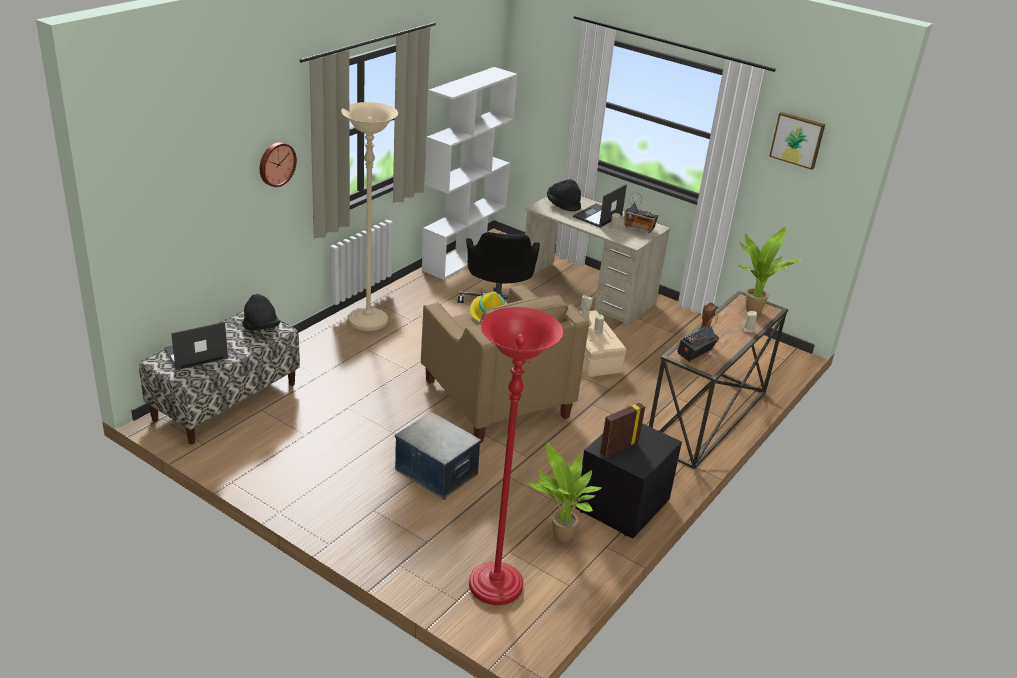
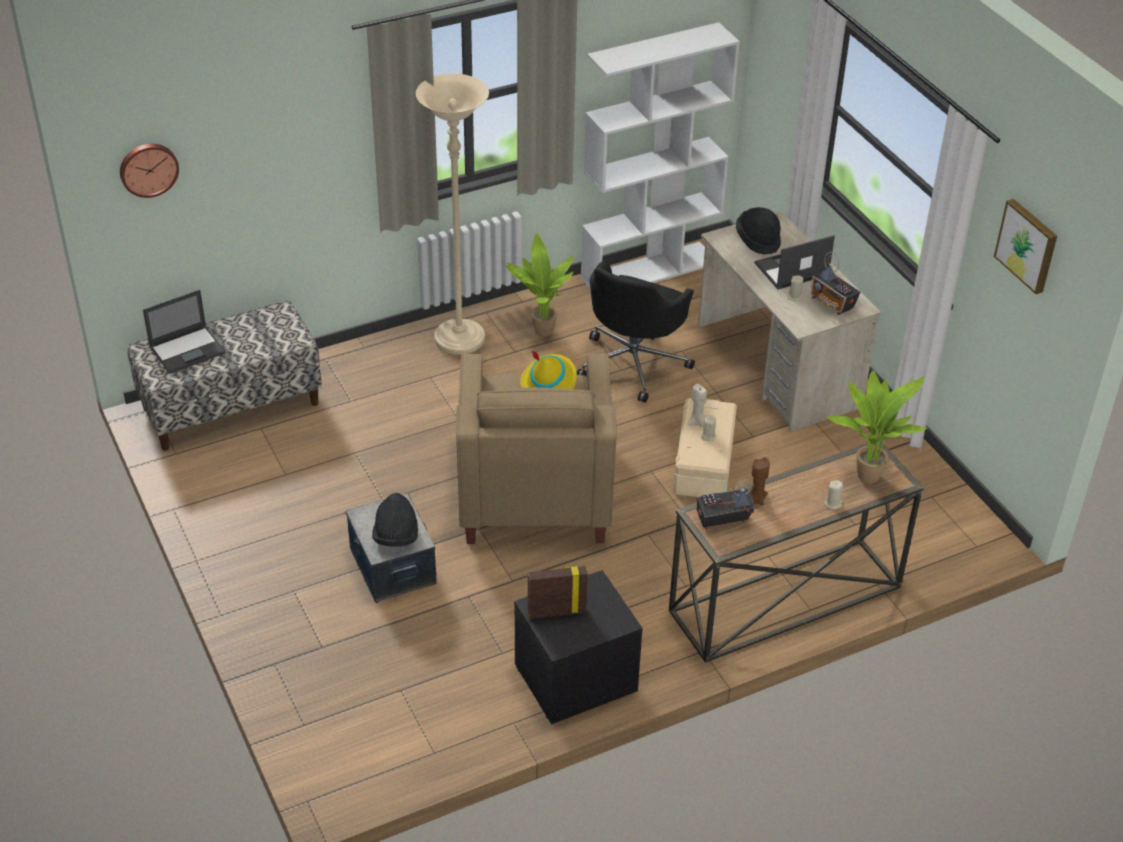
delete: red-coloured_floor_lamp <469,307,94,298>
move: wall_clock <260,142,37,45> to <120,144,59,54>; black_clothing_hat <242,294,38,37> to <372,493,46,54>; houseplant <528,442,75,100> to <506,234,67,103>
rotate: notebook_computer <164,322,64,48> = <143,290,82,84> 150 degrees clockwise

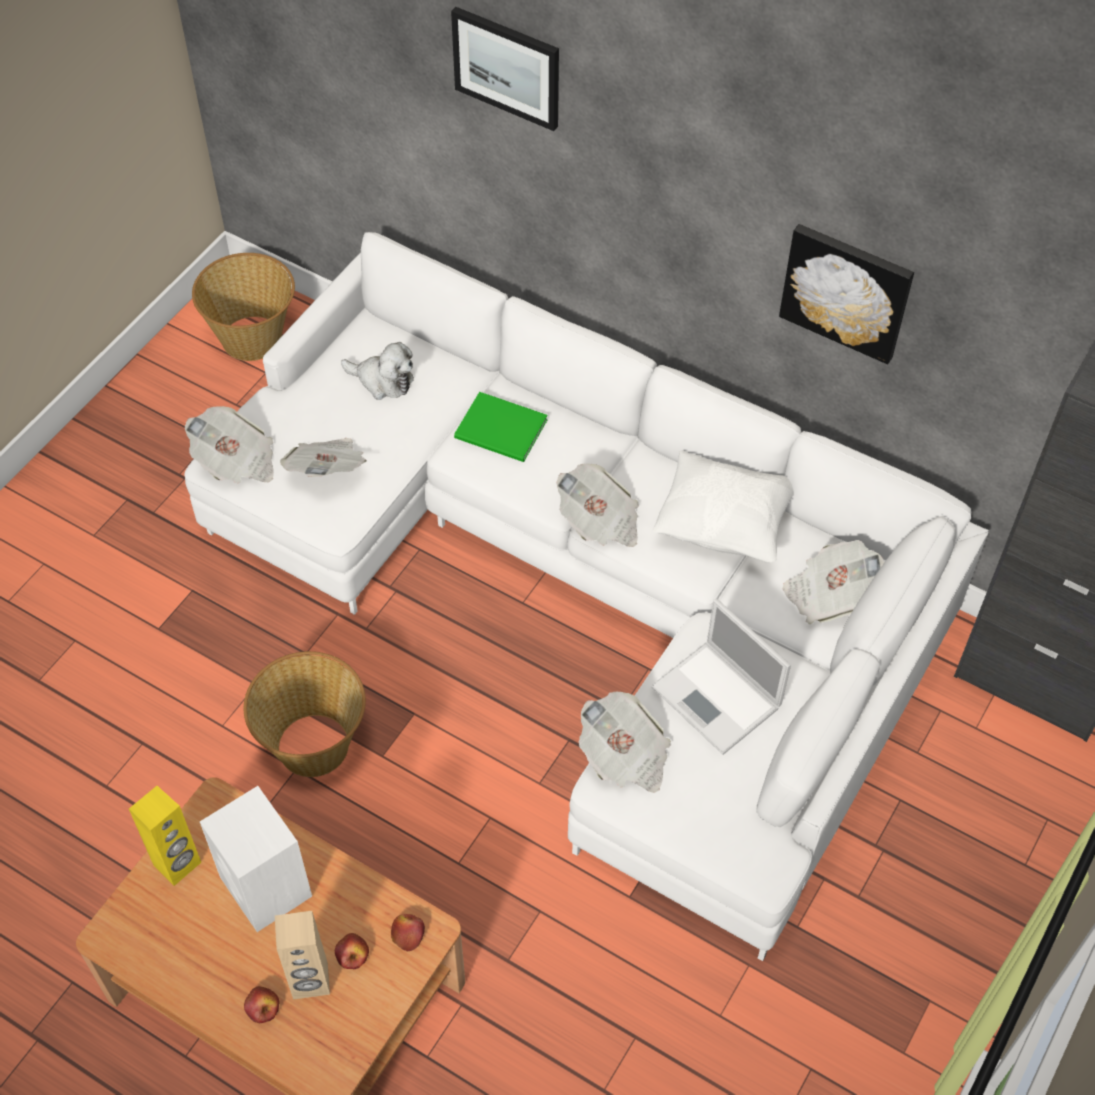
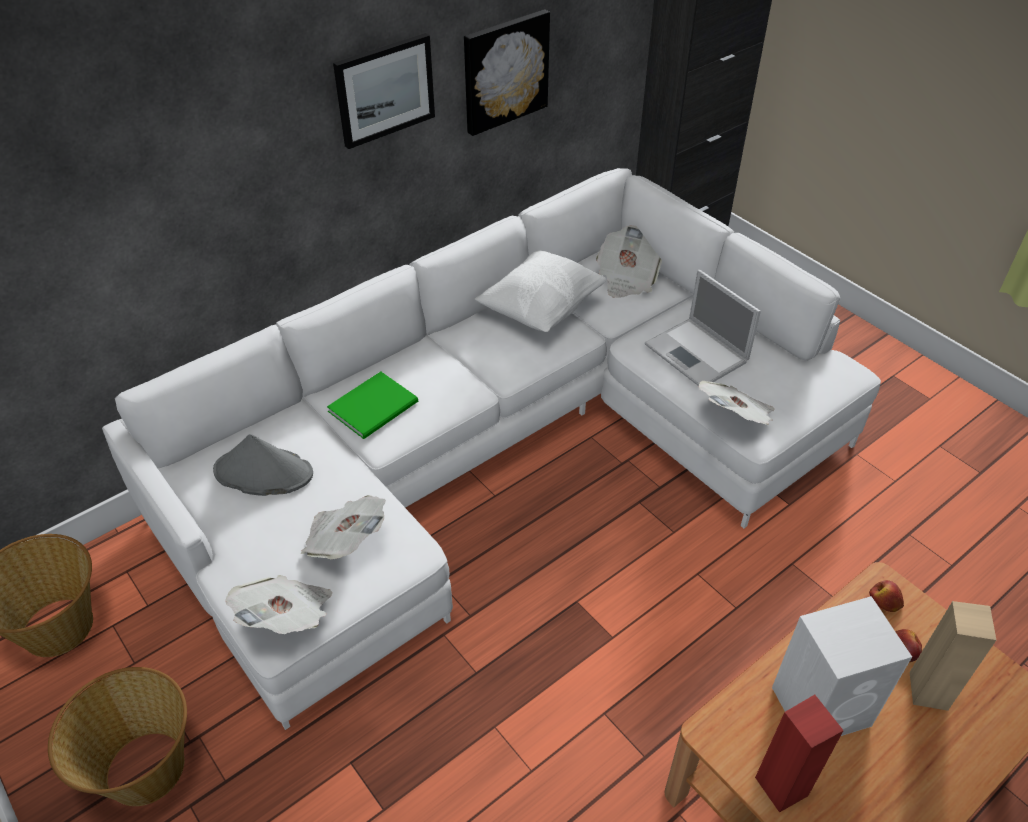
delete: whole_apple <244,986,35,37>; newspaper <556,464,83,83>
move: storage_basket <244,651,122,126> to <48,667,139,139>; wall_picture <451,7,108,124> to <333,33,102,116>
replace: cuddly_toy <341,342,73,58> to grey_clothing_hat <213,434,100,62>
recolor: yellow-coloured_speaker <129,786,72,100> to red-coloured_speaker <755,695,89,118>
rotate: notebook_computer <651,598,140,157> = <645,270,116,116> 75 degrees clockwise

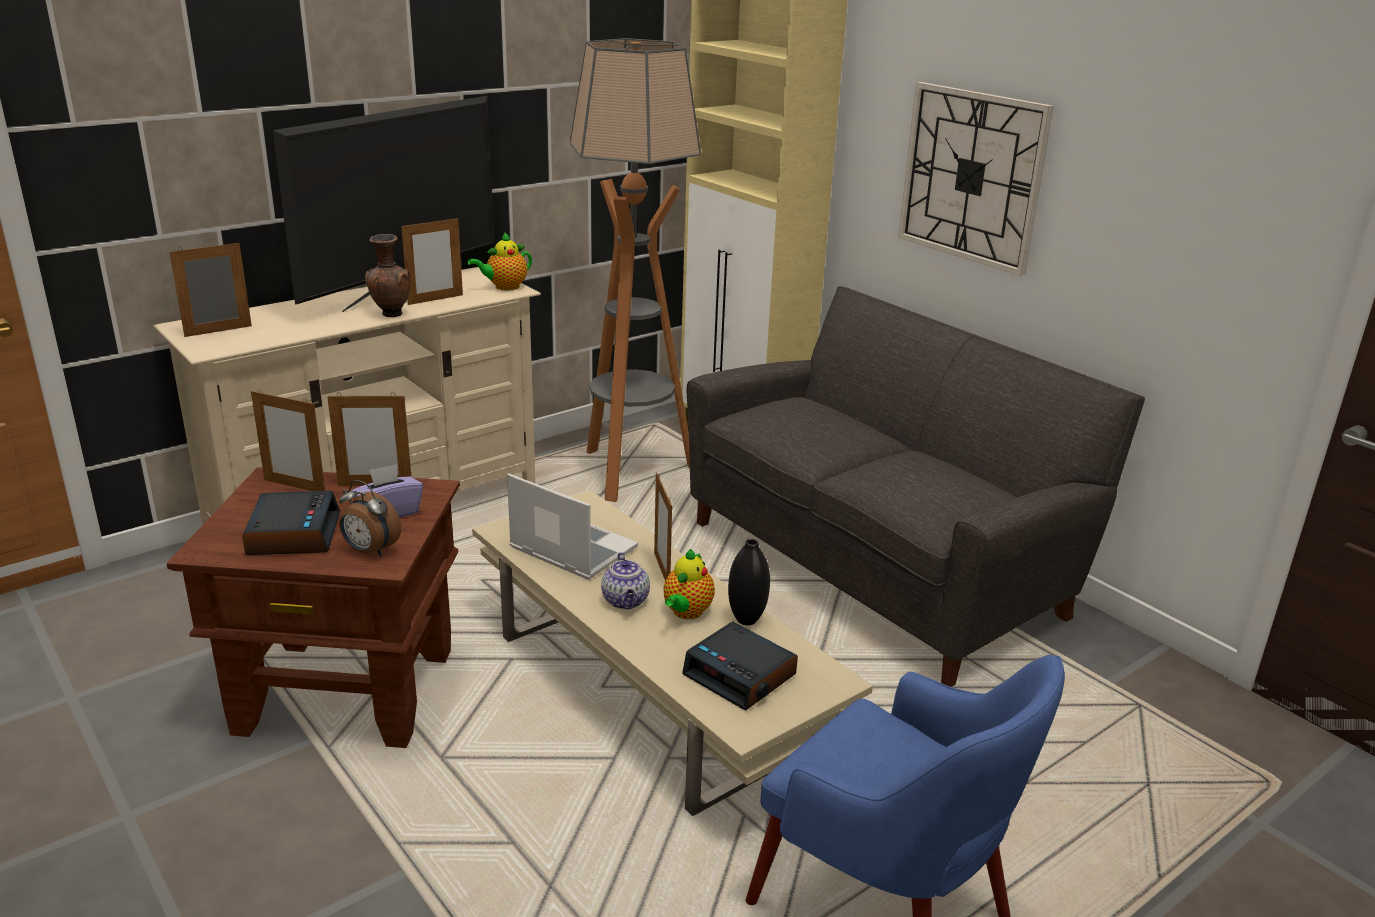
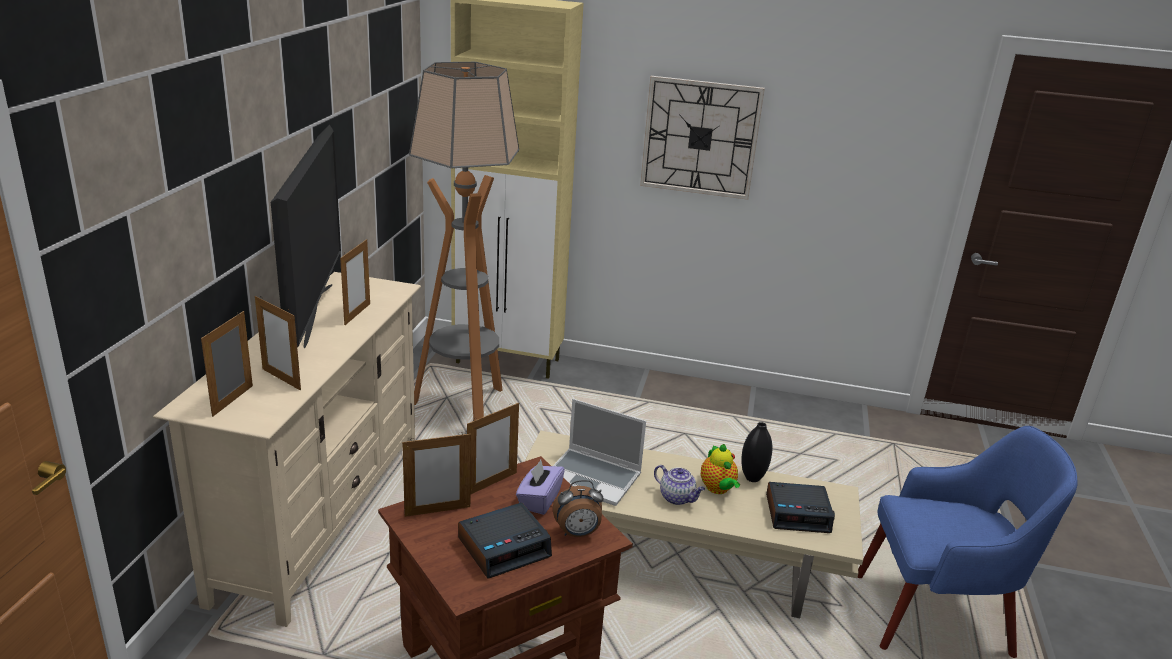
delete: brownish_decorative_vase <365,234,46,83>; tea_pot <468,232,64,58>; grey_sofa <687,286,458,401>
move: standing_frame <654,472,18,109> to <255,296,46,94>
rotate: alarm_clock <242,491,98,64> = <458,502,94,77> 105 degrees clockwise; notebook_computer <507,473,131,107> = <553,399,93,107> 150 degrees counterclockwise

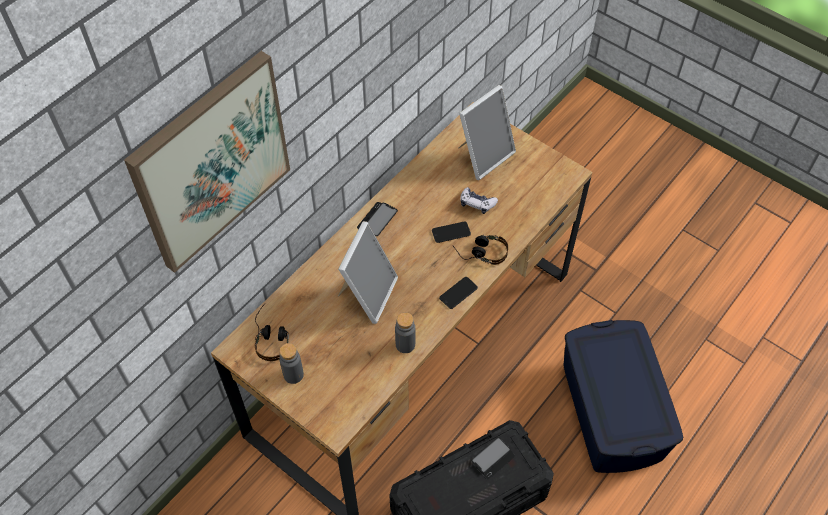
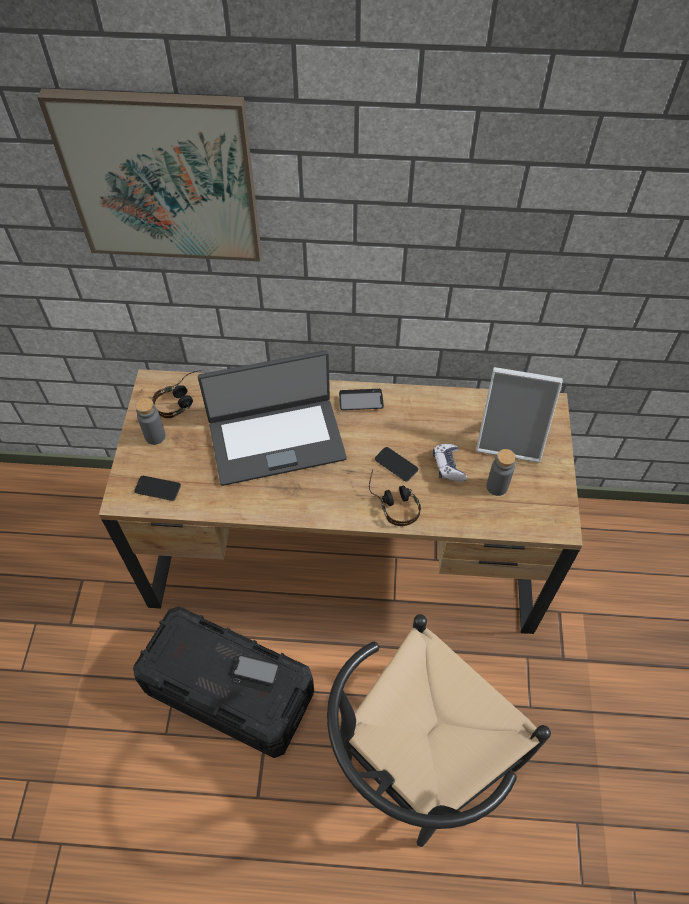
move: handset <439,277,39,32> to <134,476,47,25>; grey_bottle <395,312,21,41> to <486,449,30,47>
replace: standing_frame <338,221,60,103> to notebook_computer <198,351,149,135>; blue_storage_bin <563,320,120,153> to black_chair <327,614,224,233>

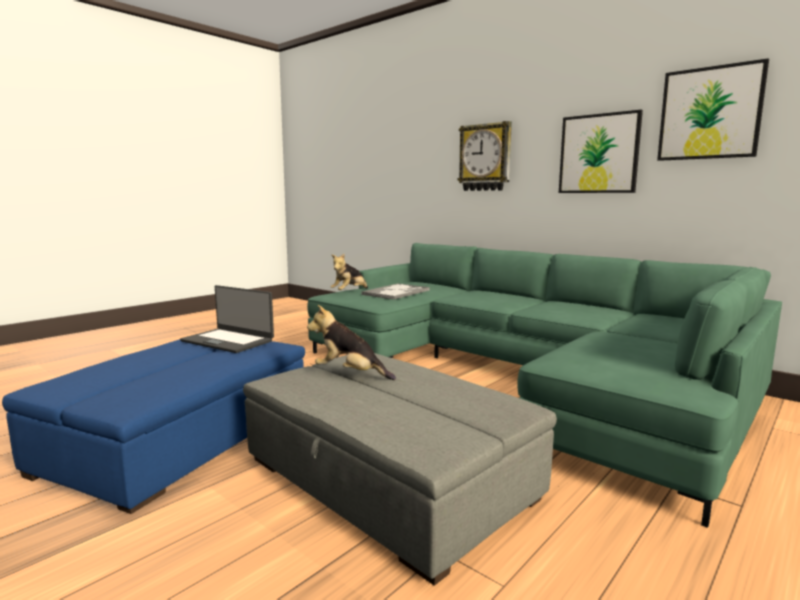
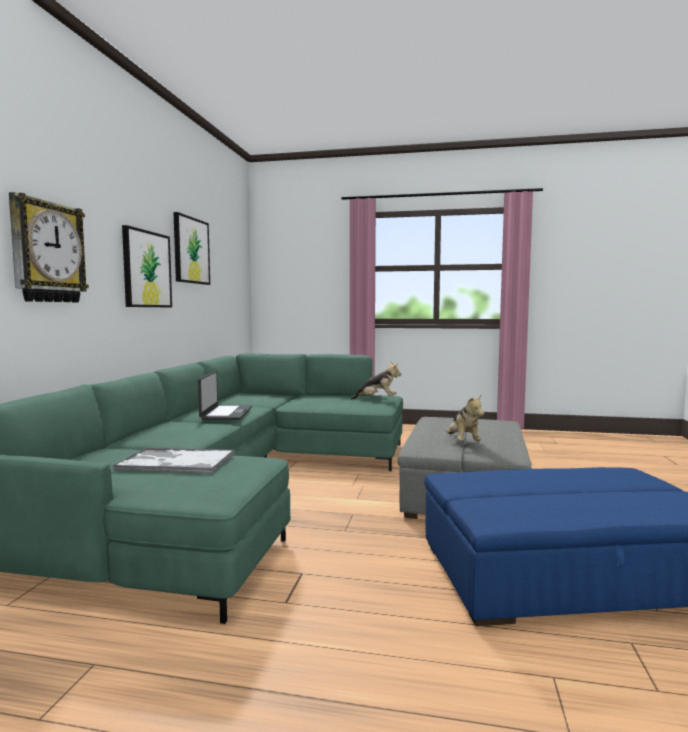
move: notebook_computer <180,285,94,68> to <198,371,54,49>; cuddly_toy <330,254,38,36> to <351,361,50,39>

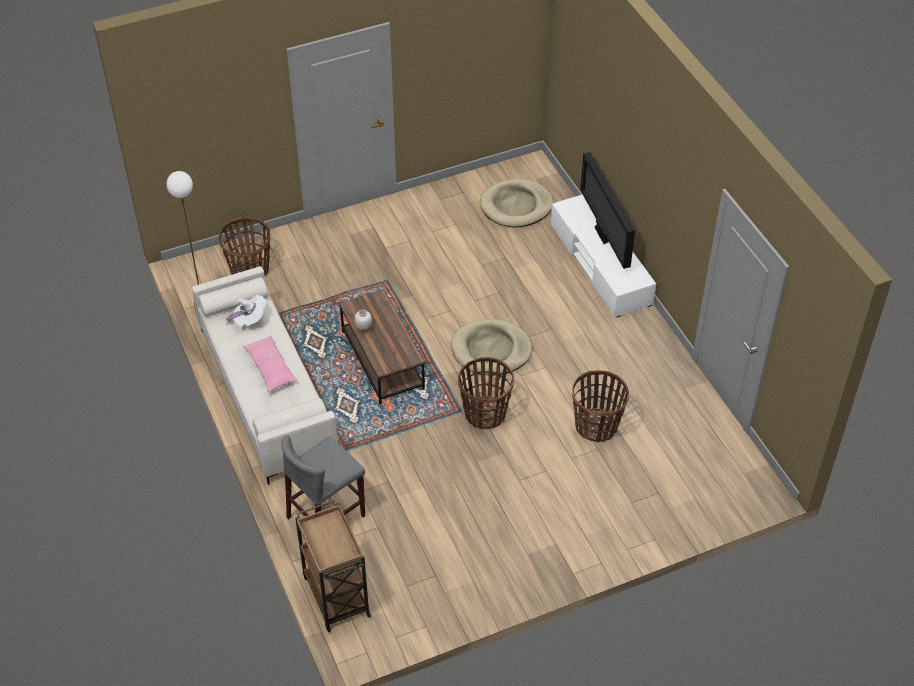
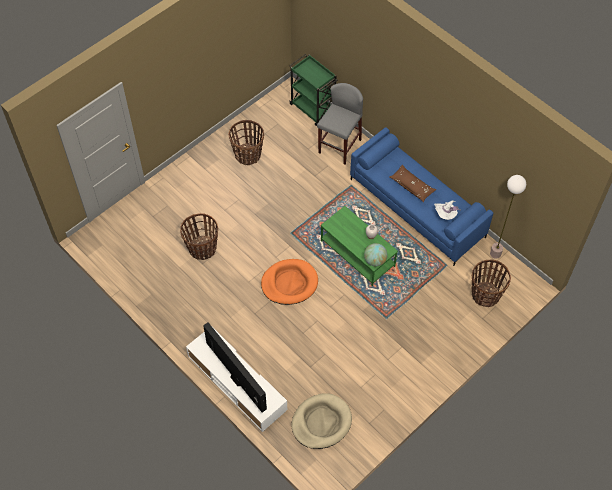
insert: world_globe <364,243,23,24>
move: storage_basket <458,357,56,72> to <229,120,35,45>
recolor: beige-coloured_pet_bed <451,319,81,57> to orangey_pet_bed <261,259,57,46>; brownish_cart <295,500,76,132> to green-coloured_cart <289,54,49,72>; brownish_coffee_table <339,289,86,115> to green-coloured_coffee_table <321,206,77,80>; whitish_sofa <192,266,146,219> to blue_sofa <350,127,143,139>; pink-coloured_cushion <243,335,55,58> to brownish_cushion <389,165,47,37>

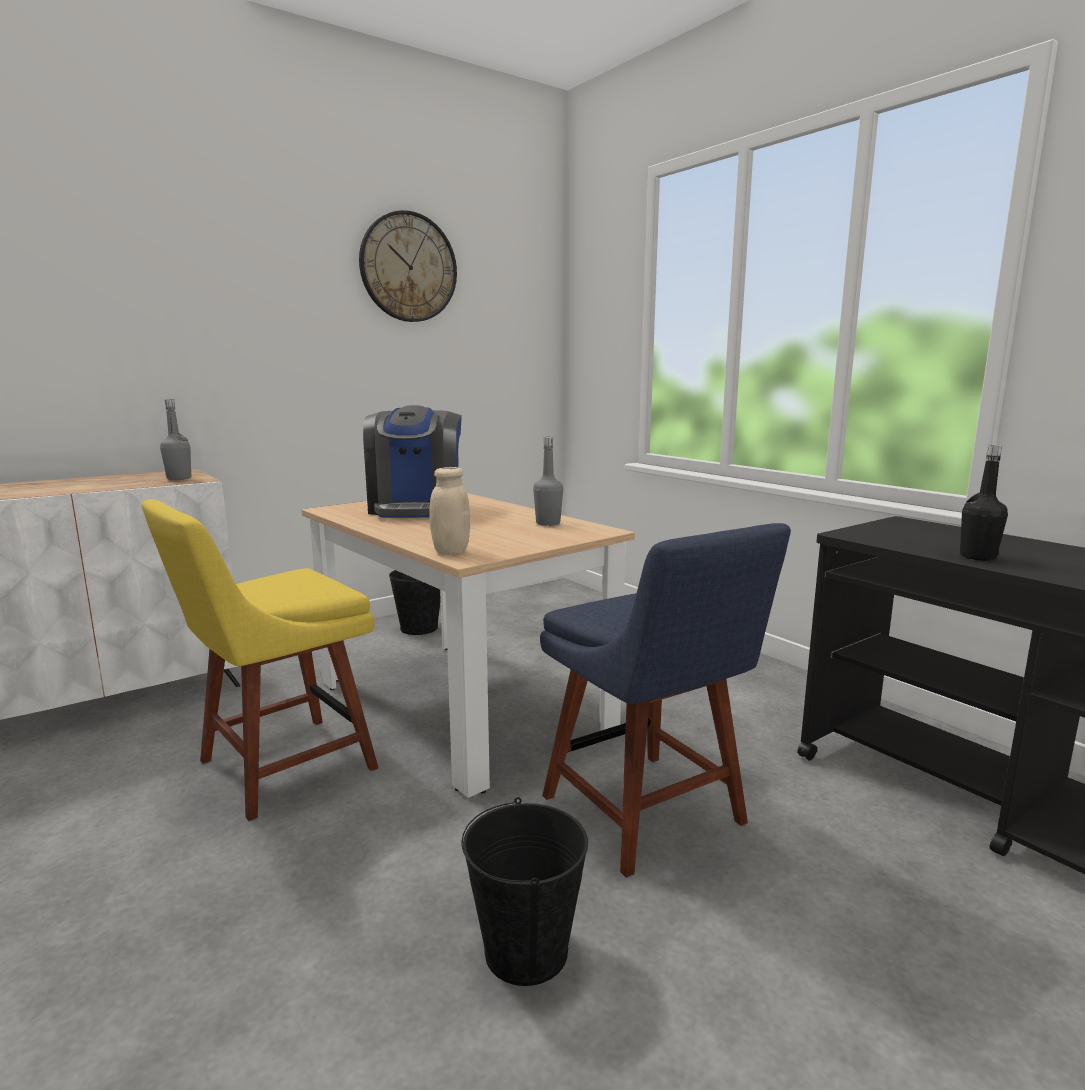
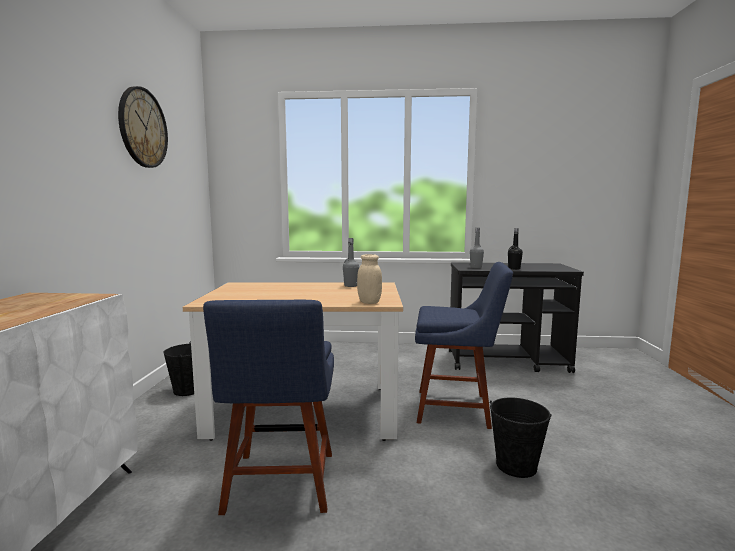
delete: coffee_machine <363,405,99,113>
move: grey_bottle <160,399,31,81> to <470,228,14,40>
recolor: yellow-coloured_chair <142,499,236,322> to blue_chair <203,300,131,215>

